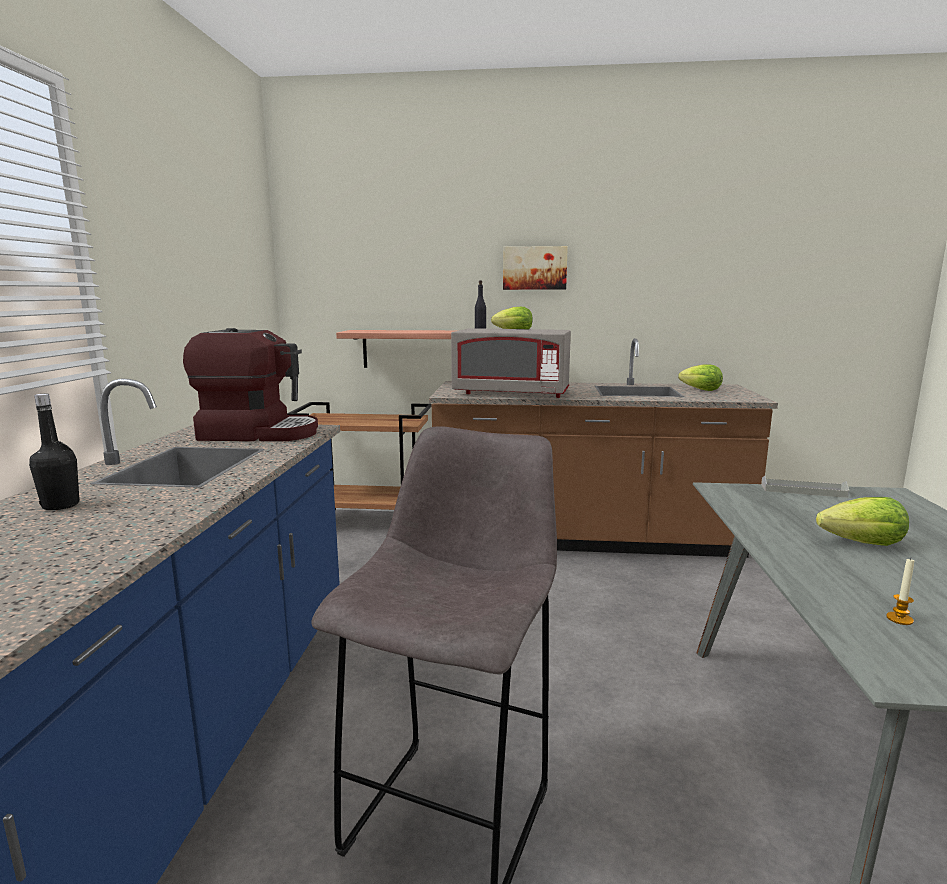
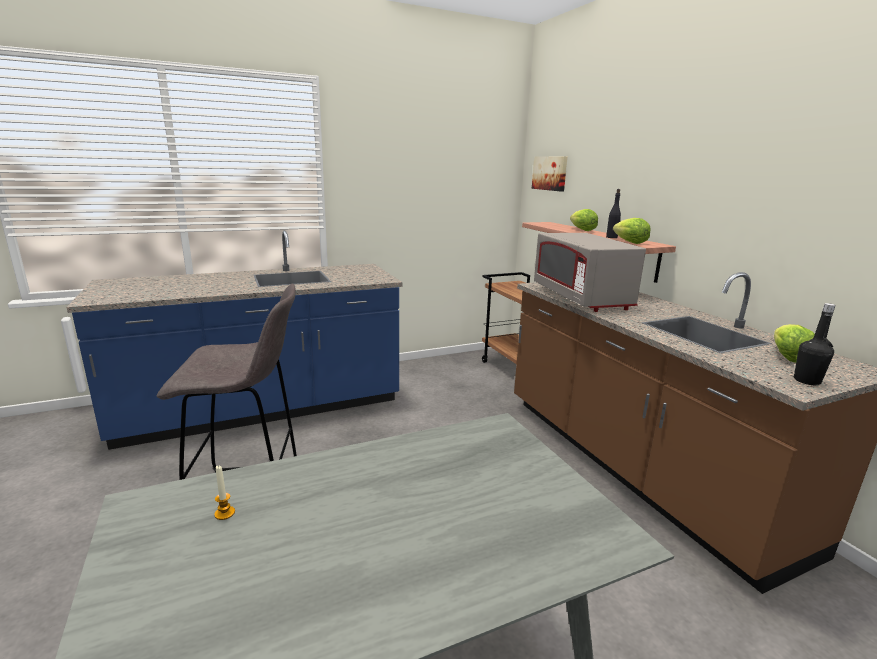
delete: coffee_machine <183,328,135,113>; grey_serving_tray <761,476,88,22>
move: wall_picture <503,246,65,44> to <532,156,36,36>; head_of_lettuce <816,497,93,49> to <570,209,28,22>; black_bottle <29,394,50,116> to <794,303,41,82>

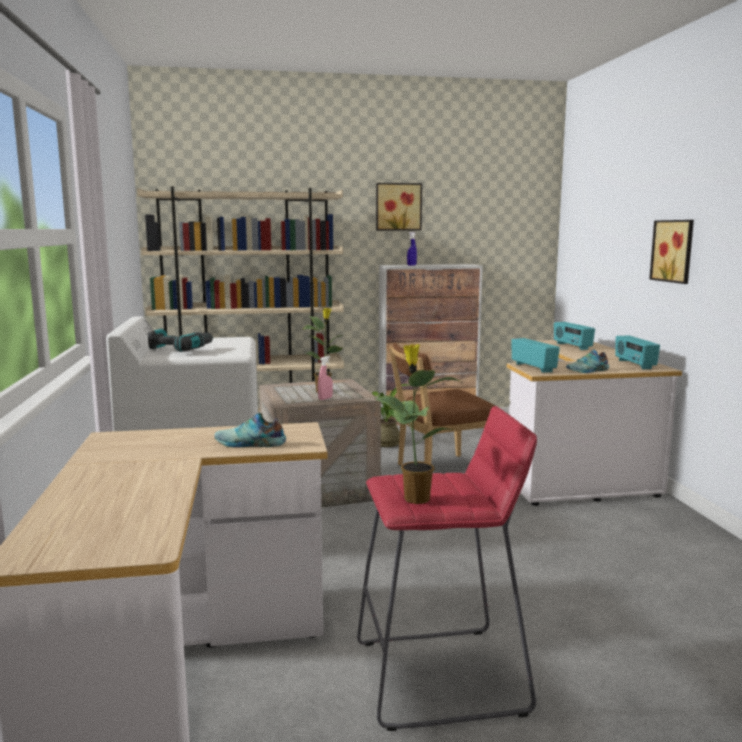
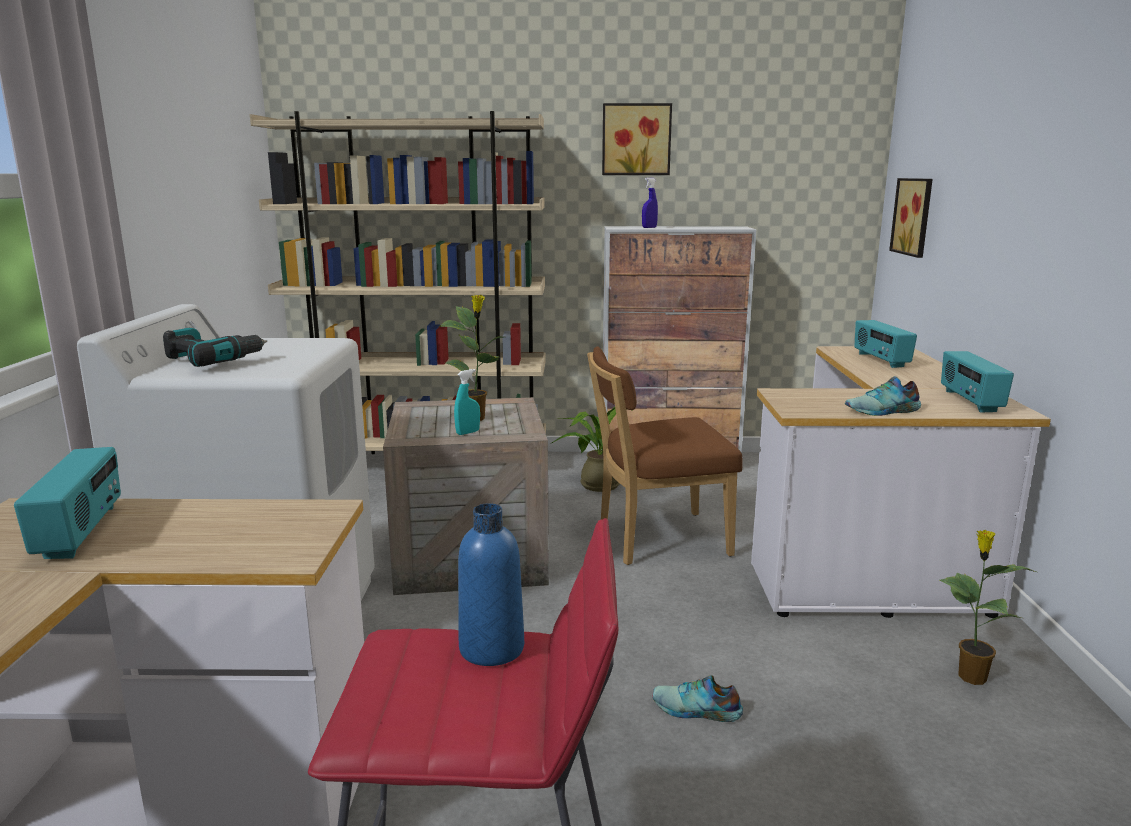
insert: blue_bottle <458,503,66,163>
move: radio_set <511,338,49,35> to <14,447,107,112>; low_shoe <214,412,72,36> to <652,675,91,47>; wall_picture <649,220,45,64> to <889,178,44,80>; houseplant <375,344,85,160> to <940,530,96,155>
recolor: pink-coloured_hand_sprayer <318,356,15,44> to blue-green_hand_sprayer <454,369,26,66>

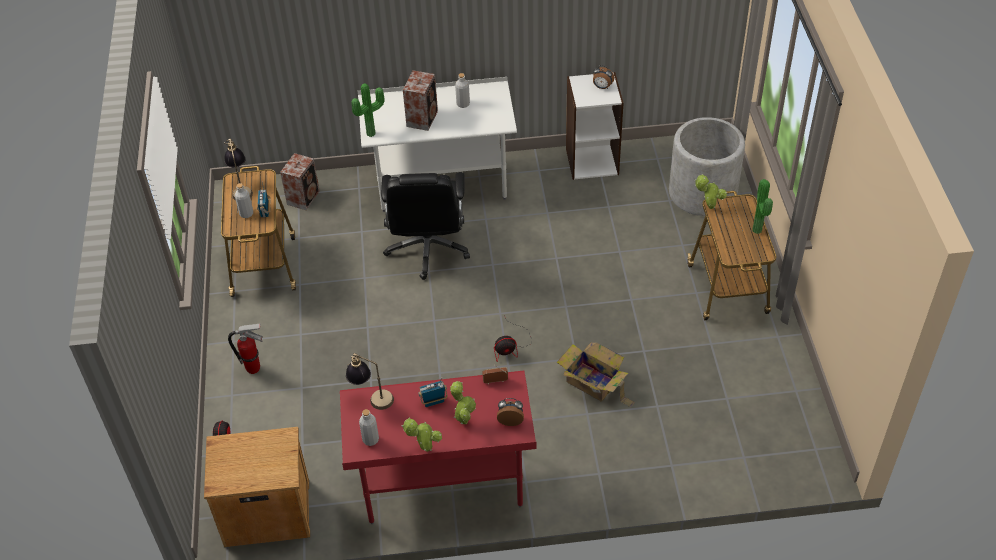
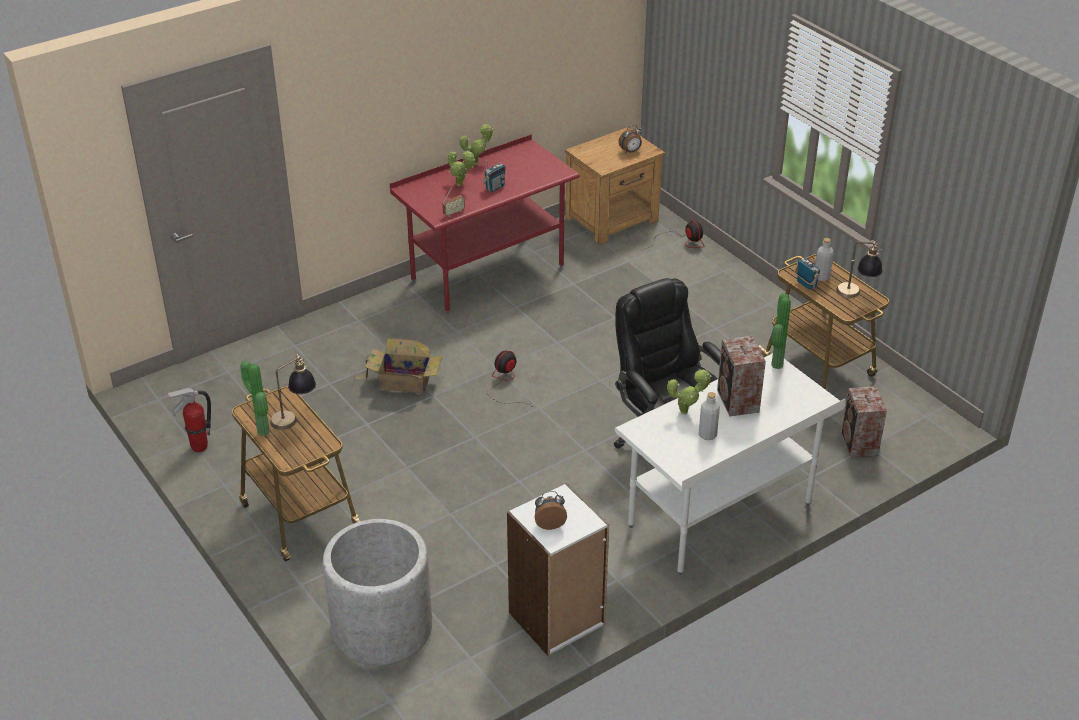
delete: grey_bottle <359,409,20,37>
move: fire-fighting_cylinder <228,323,35,51> to <167,388,44,64>; table_lamp <346,353,48,57> to <270,354,46,76>; alarm_clock <497,398,27,28> to <619,125,23,28>; houseplant <695,174,32,35> to <667,369,45,46>

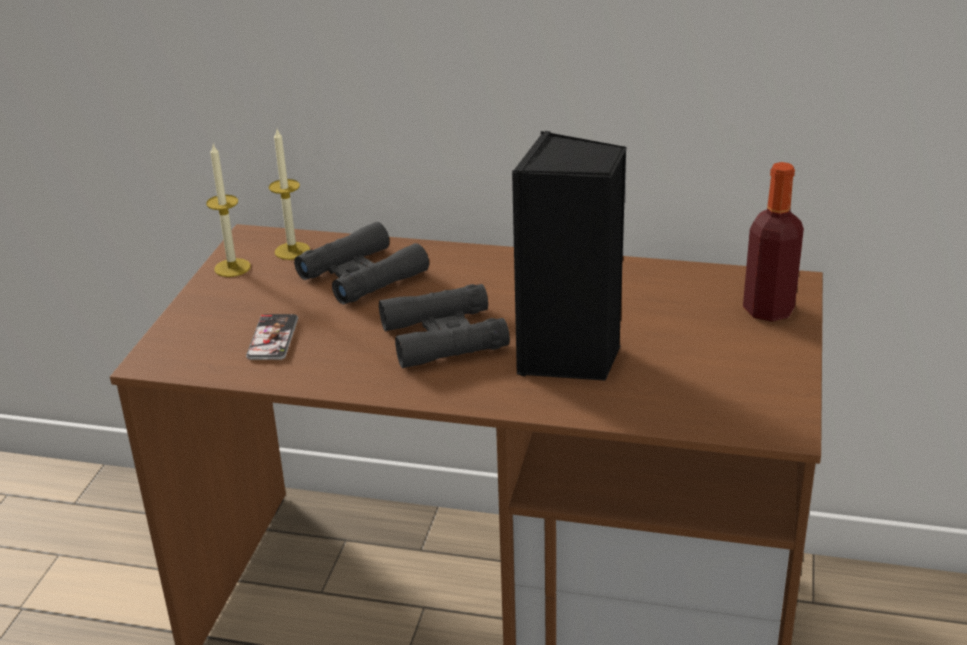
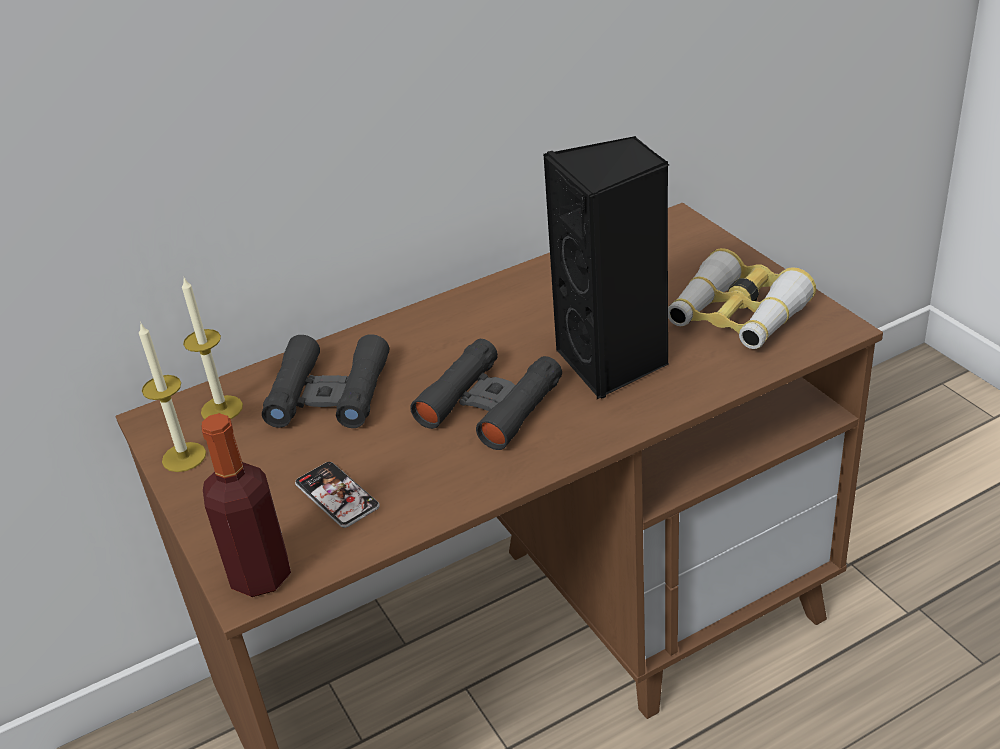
insert: binoculars <668,248,148,101>
move: bottle <743,162,61,160> to <201,413,90,184>

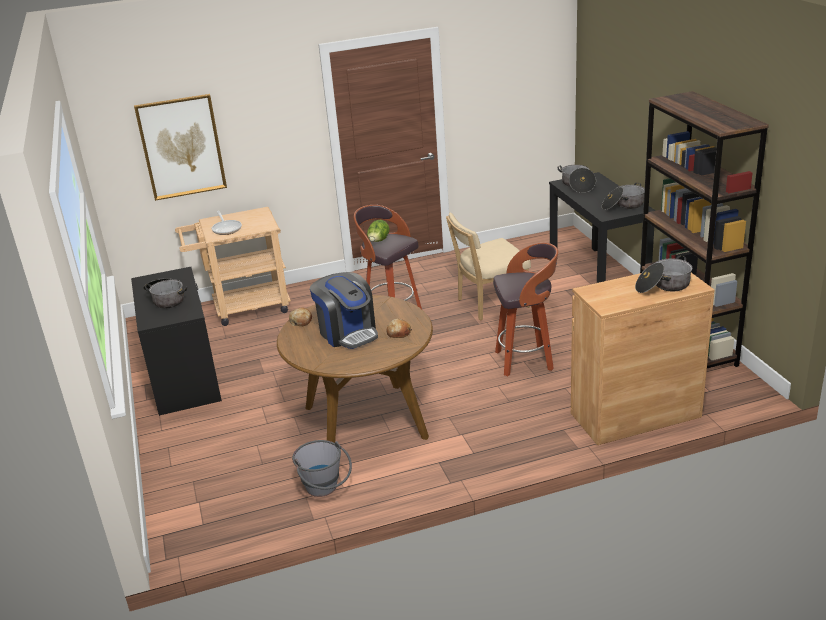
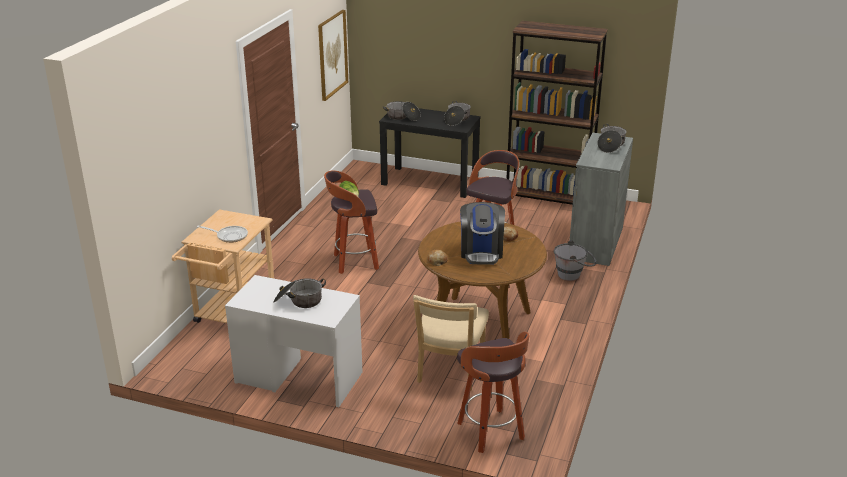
insert: sitting_stool <457,332,72,121>
move: wall_picture <134,94,93,107> to <318,10,30,91>; beige-coloured_chair <446,212,85,109> to <413,295,76,96>; grey_water_bucket <292,440,60,57> to <554,240,42,41>
recolor: black_desk_unit <131,267,91,149> to whitish_desk_unit <225,275,138,132>; brownish_storage_cabinet <571,273,144,172> to grey_storage_cabinet <570,132,63,134>
rotate: coffee_machine <310,272,68,77> = <460,202,45,63> 90 degrees clockwise

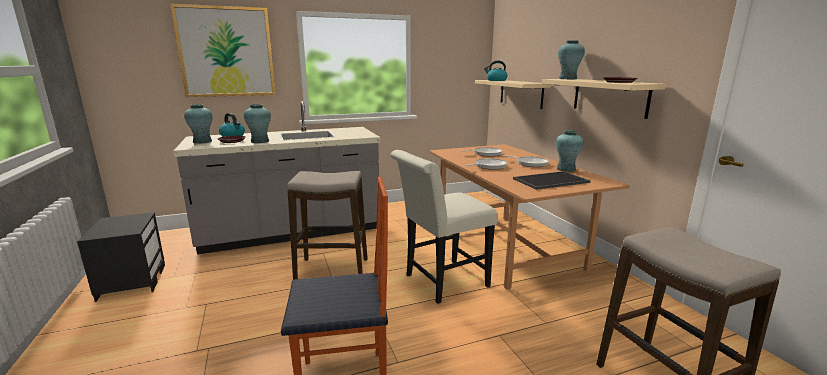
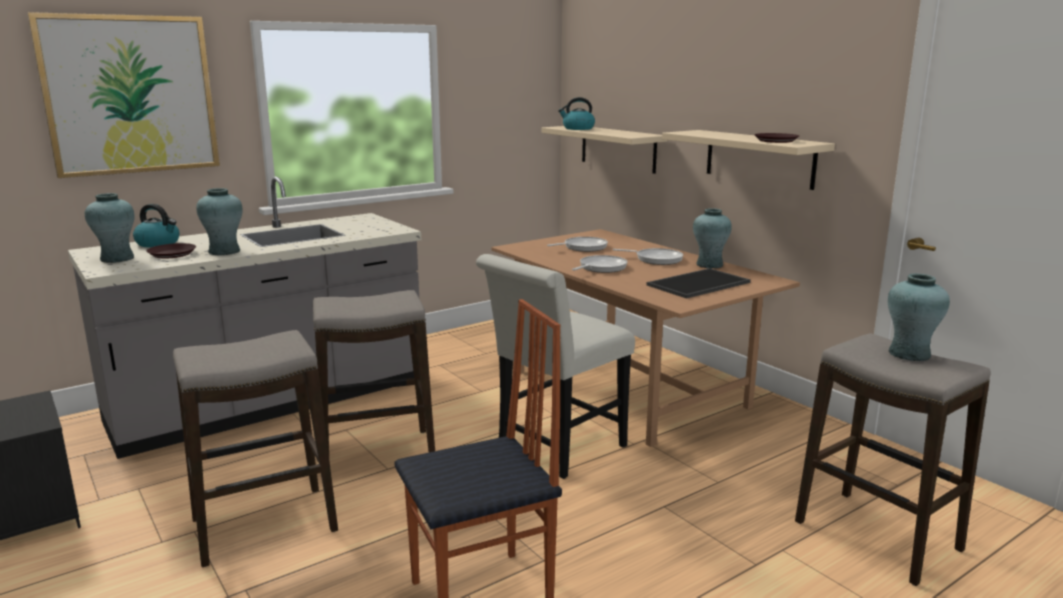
insert: sitting_stool <173,330,165,237>
move: blue-green_decorative_vase <558,40,27,39> to <888,274,62,87>

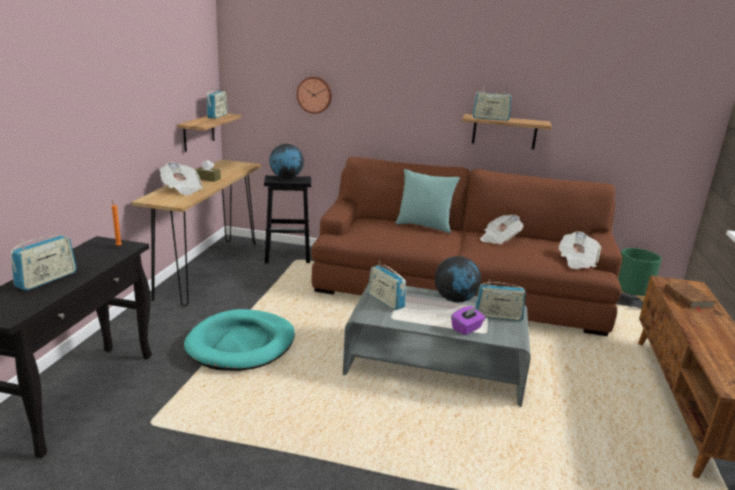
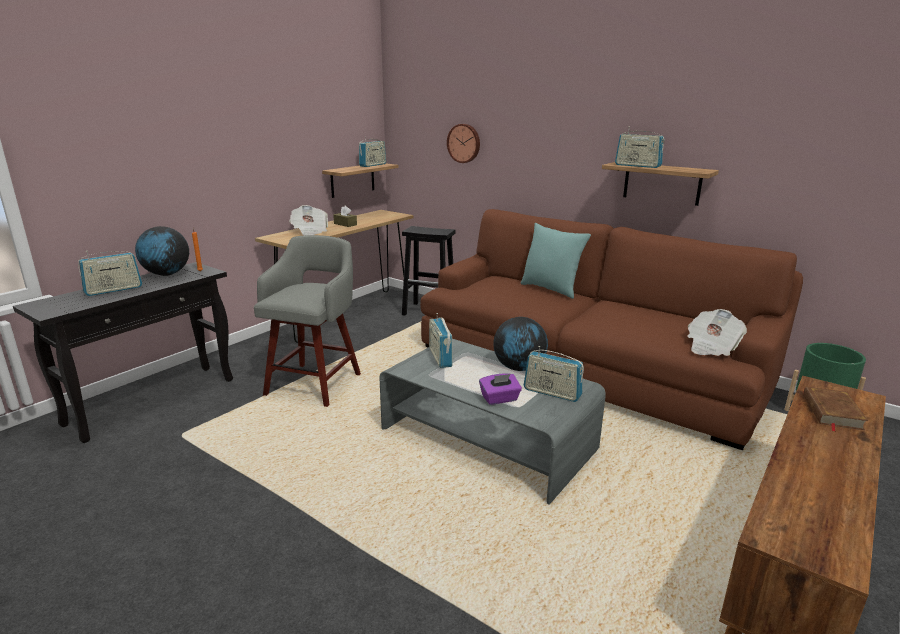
delete: newspaper <480,215,43,30>
move: world_globe <269,144,35,35> to <135,226,54,50>
replace: blue-green_pet_bed <184,309,111,62> to grey_sitting_stool <254,235,107,172>

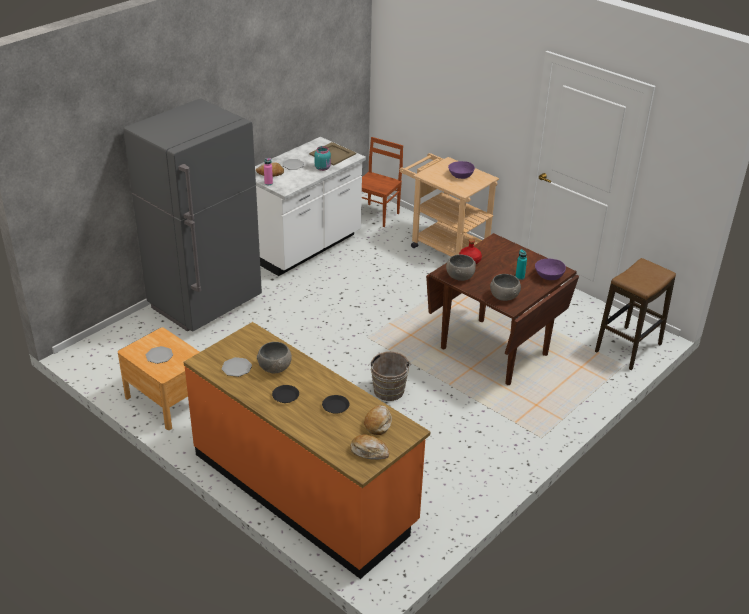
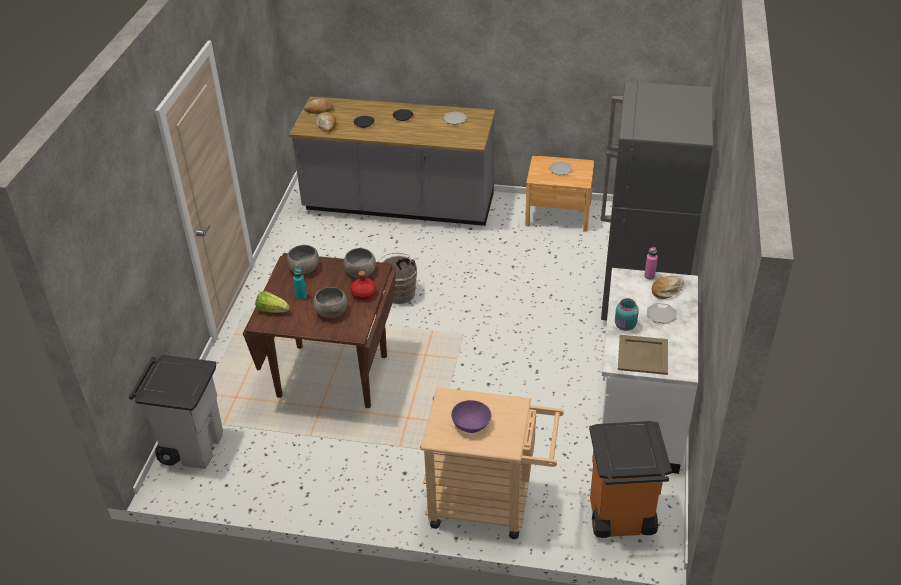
move: grey_bowl <257,342,35,31> to <313,287,34,31>
replace: sitting_stool <595,258,81,112> to grey_waste_bin <129,355,94,114>; purplish_bowl <535,259,31,21> to head_of_lettuce <255,291,35,22>; brownish_chair <362,137,41,90> to orangey_waste_bin <589,421,83,117>
recolor: orangey_kitchen_base_unit <184,322,246,257> to grey_kitchen_base_unit <289,96,206,130>

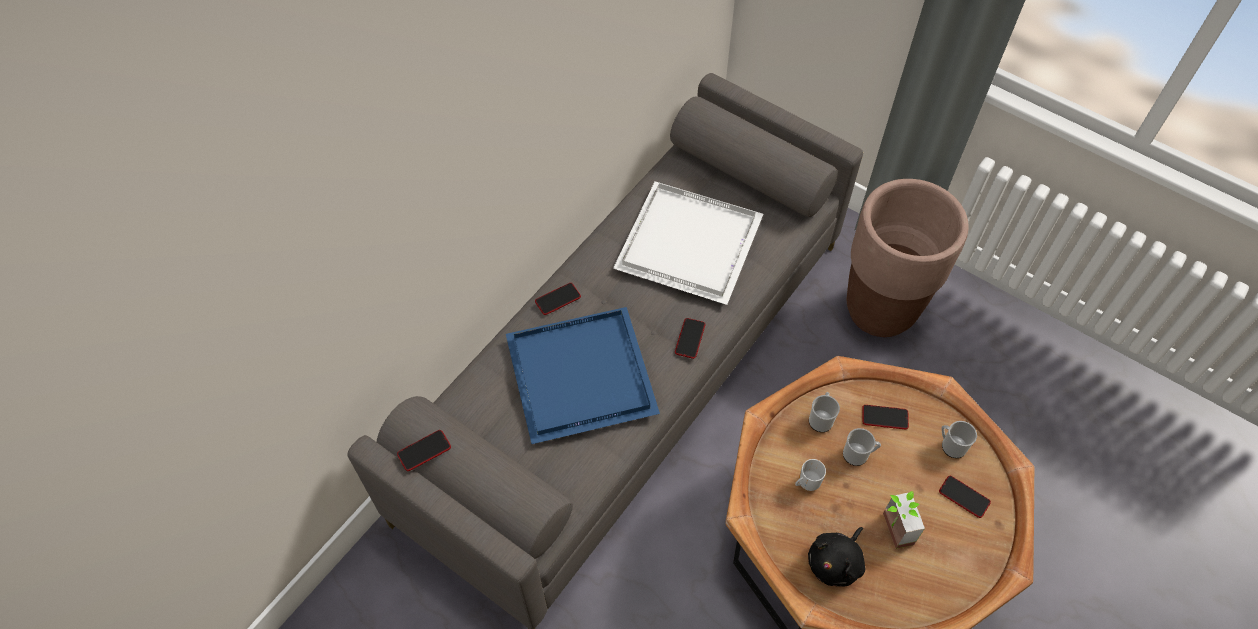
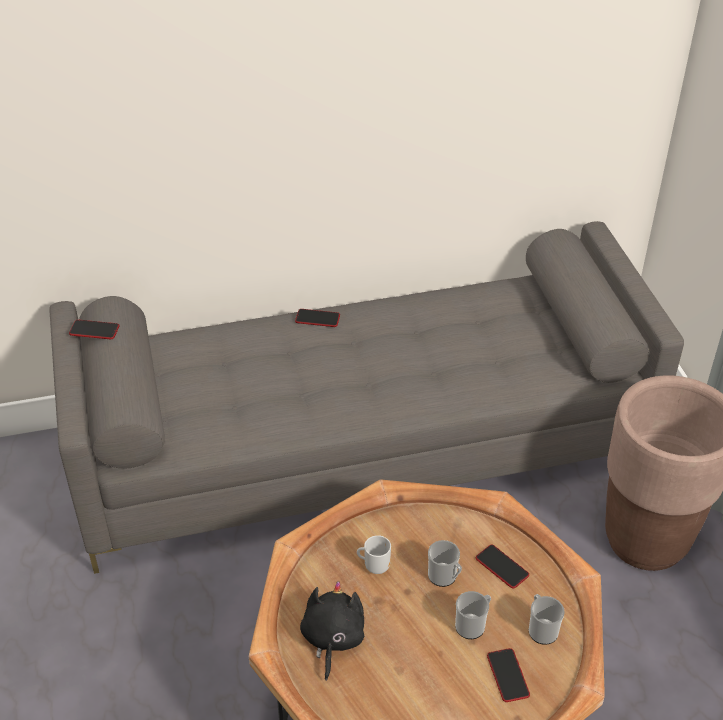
delete: blue_serving_tray <506,307,154,137>; whitish_serving_tray <613,182,150,123>; handset <675,318,30,41>; houseplant <883,491,42,58>
move: mug <809,392,31,40> to <455,591,36,48>
rotate: black_cuddly_toy <808,527,57,60> = <300,581,64,100> 105 degrees clockwise

